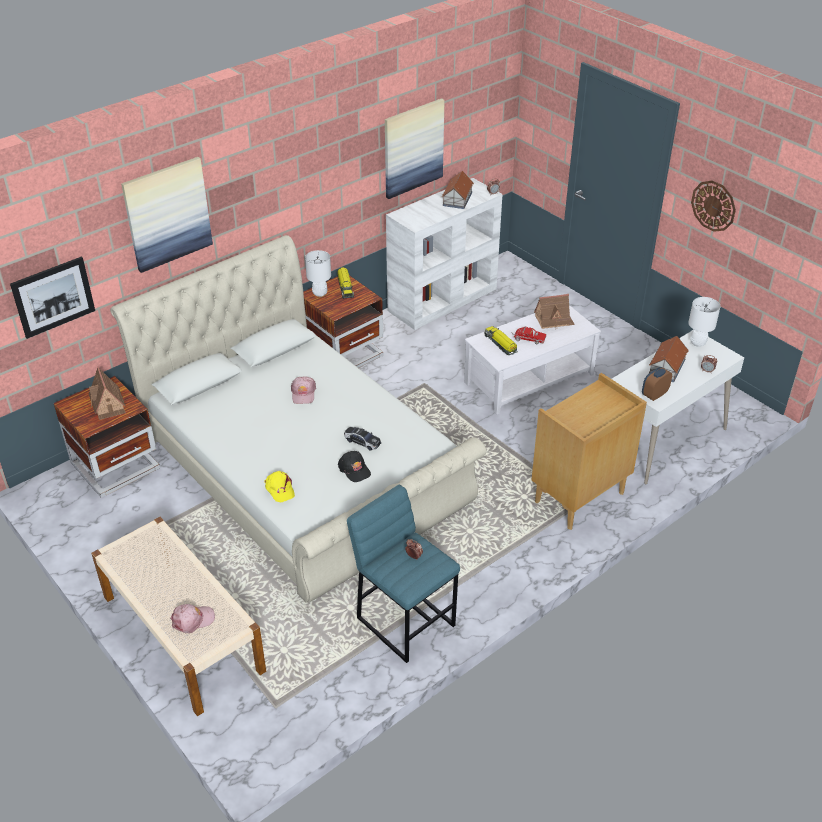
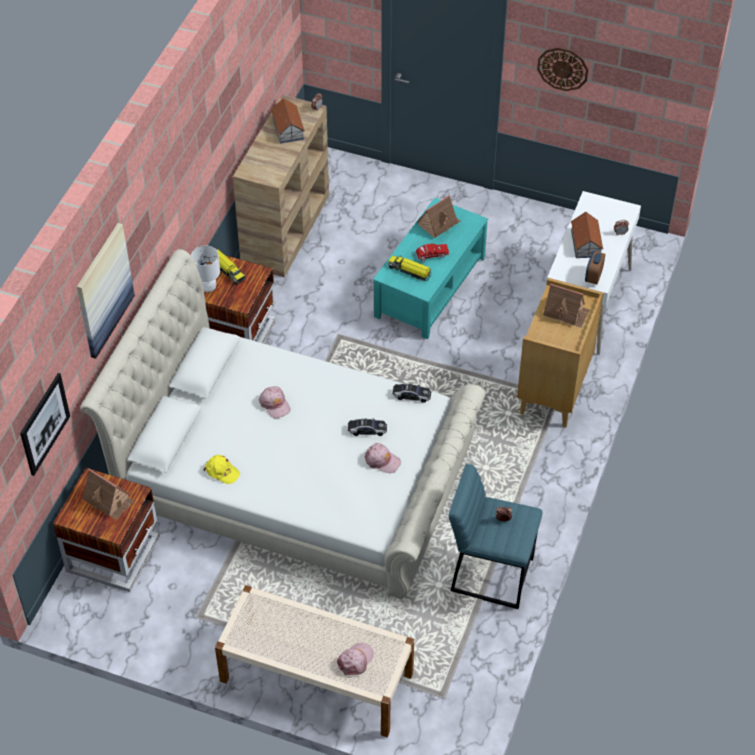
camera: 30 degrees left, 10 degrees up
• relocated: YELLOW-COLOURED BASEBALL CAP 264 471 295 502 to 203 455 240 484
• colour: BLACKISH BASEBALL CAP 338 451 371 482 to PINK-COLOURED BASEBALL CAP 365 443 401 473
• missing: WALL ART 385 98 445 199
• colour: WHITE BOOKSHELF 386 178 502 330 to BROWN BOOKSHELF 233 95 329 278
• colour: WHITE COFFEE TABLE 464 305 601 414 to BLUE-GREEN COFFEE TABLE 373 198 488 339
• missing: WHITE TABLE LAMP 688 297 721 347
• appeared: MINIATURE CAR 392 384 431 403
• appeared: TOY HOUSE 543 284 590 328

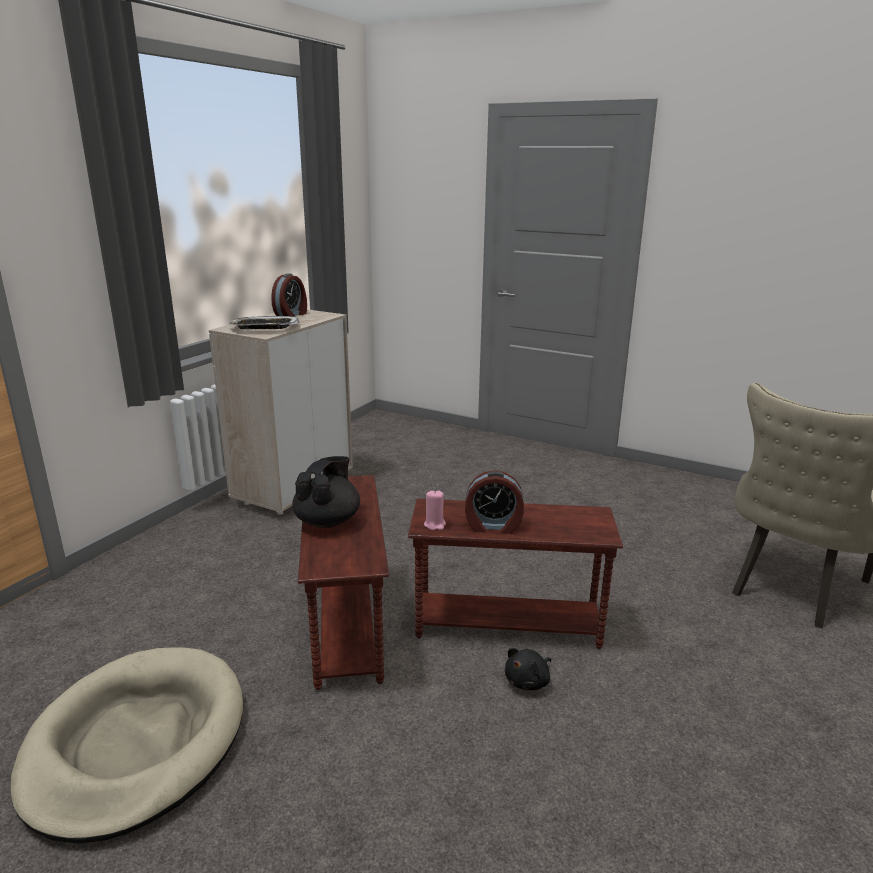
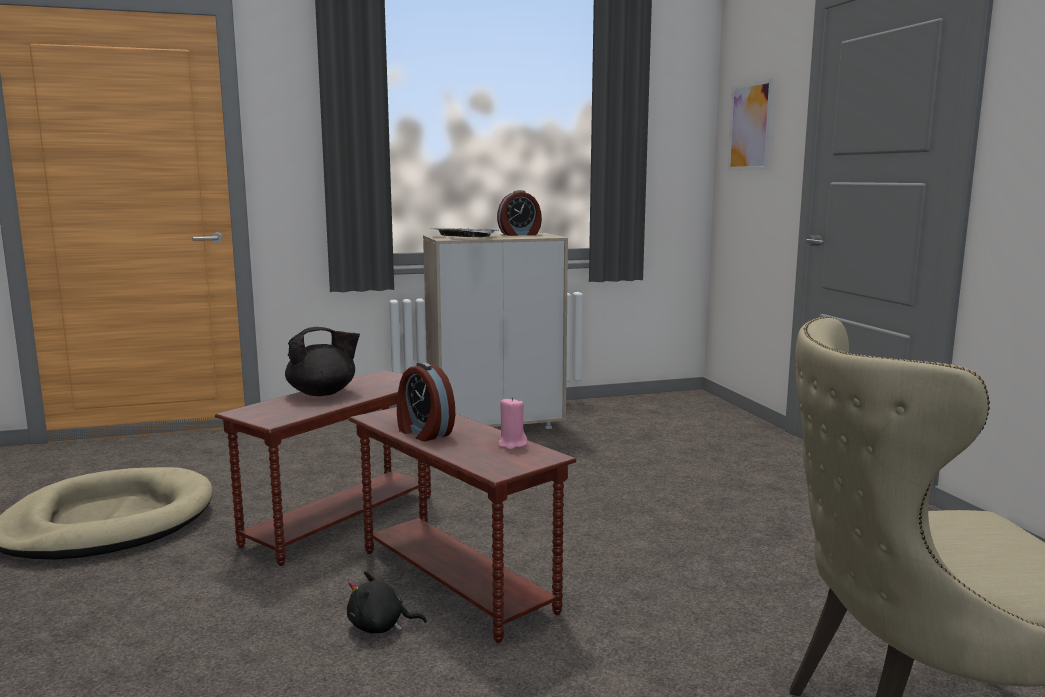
camera: 45 degrees right, 10 degrees down
• relocated: PINK-COLOURED CANDLE 424 490 446 530 to 498 397 528 450
• appeared: WALL ART 728 78 774 171

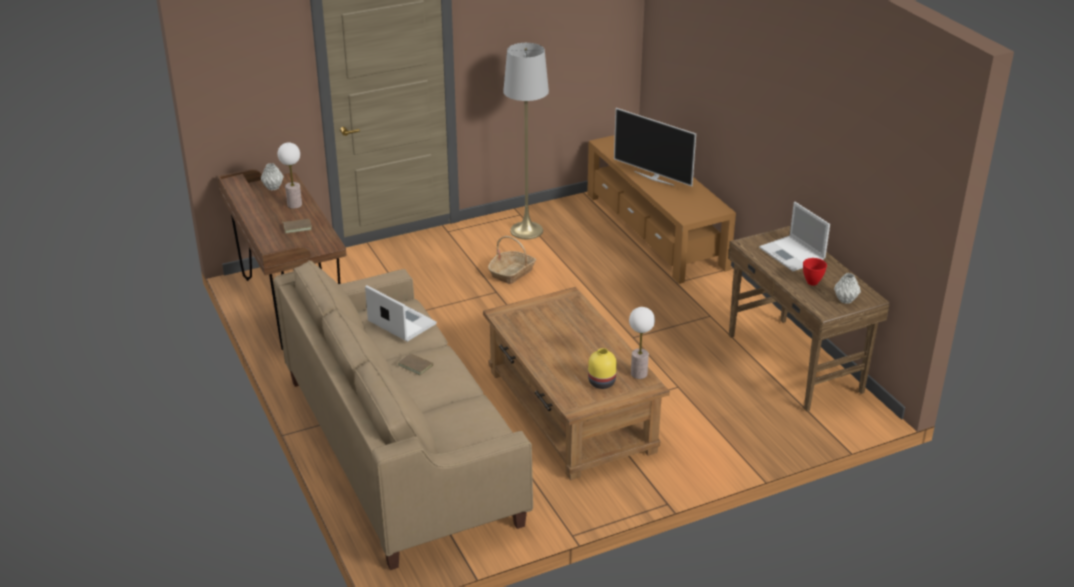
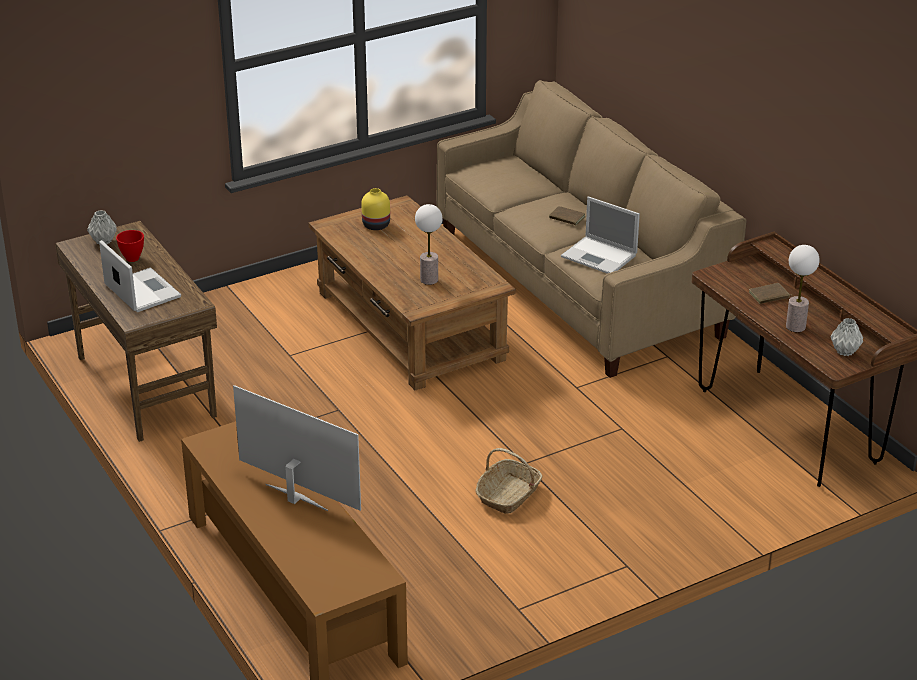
camera: 175 degrees right, 0 degrees up
• missing: GREYISH STANDING LAMP 503 43 549 239
• relocated: TABLE LAMP 629 307 655 379 to 415 204 443 285

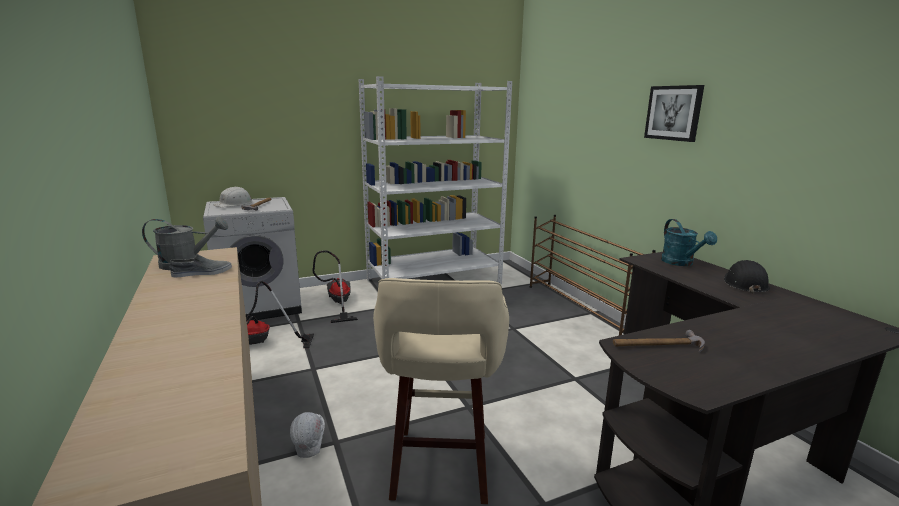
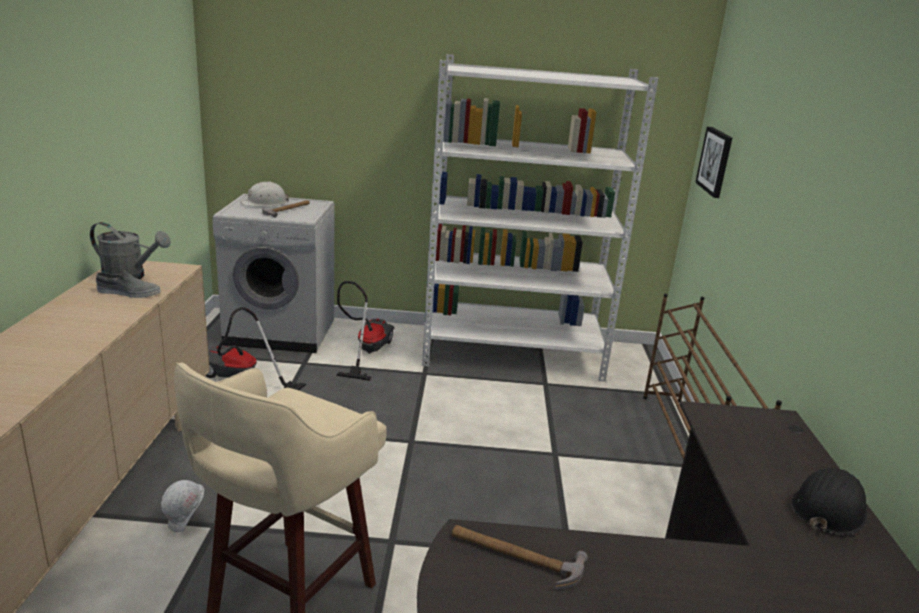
camera: 25 degrees right, 5 degrees up
• relocated: WALL ART 644 85 704 142 to 695 127 733 198
• missing: BLUE-GREEN WATERING CAN 661 219 717 266

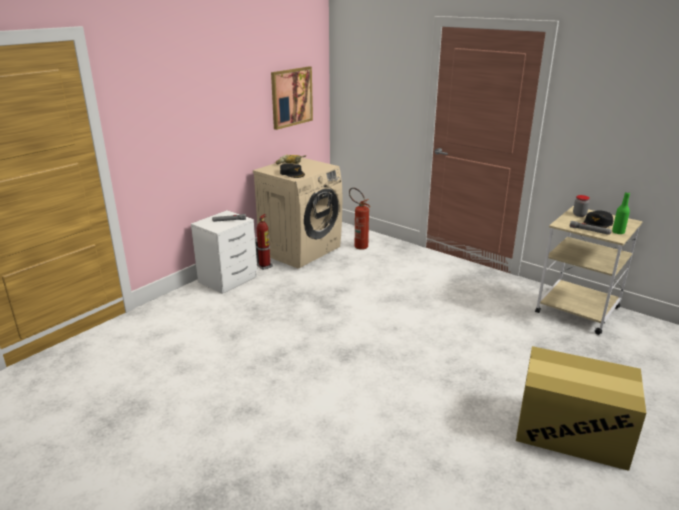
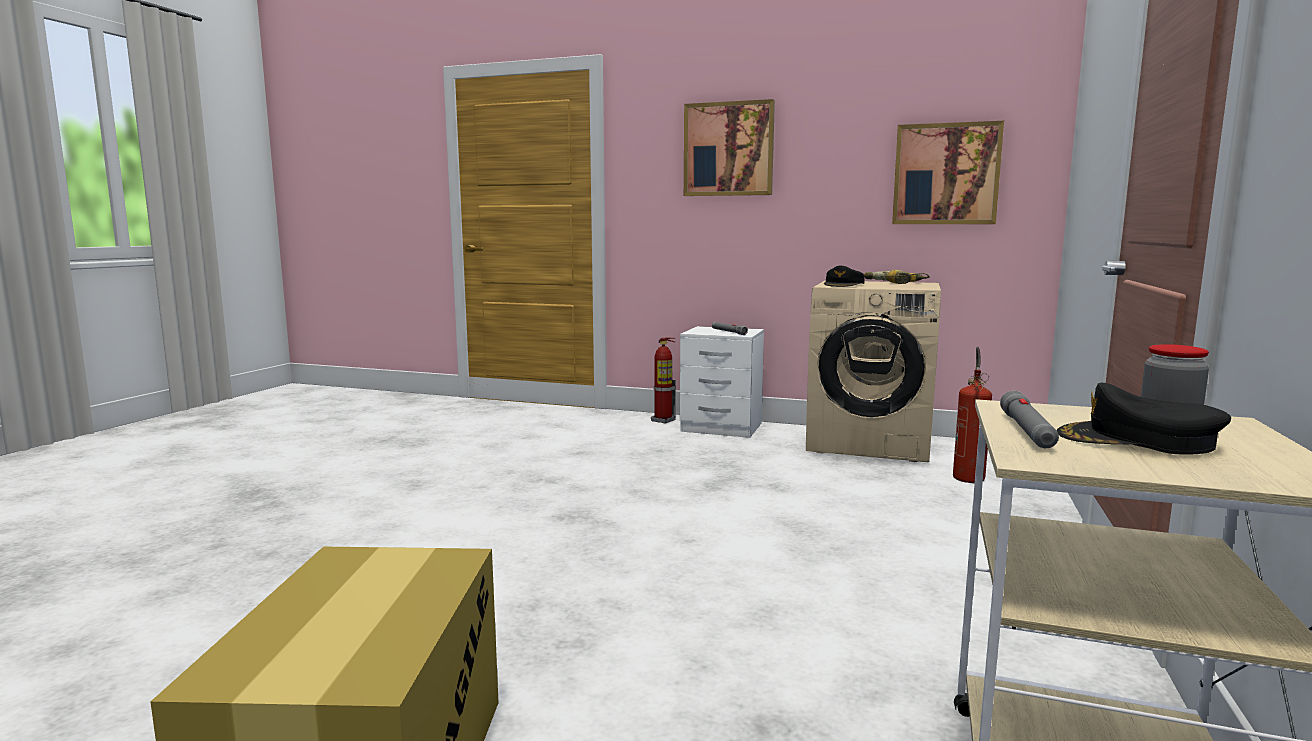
camera: 70 degrees right, 15 degrees down
• relocated: FIRE-FIGHTING CYLINDER 255 214 273 270 to 651 337 676 424
• missing: GREENISH BOTTLE 612 192 630 234
• appeared: WALL ART 684 99 775 196

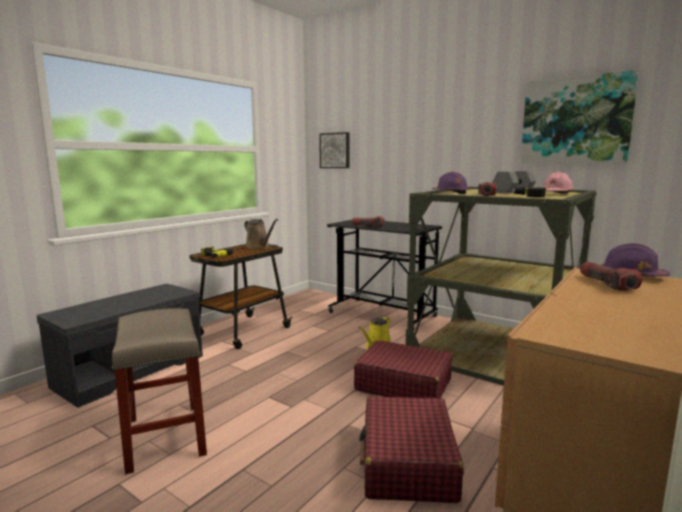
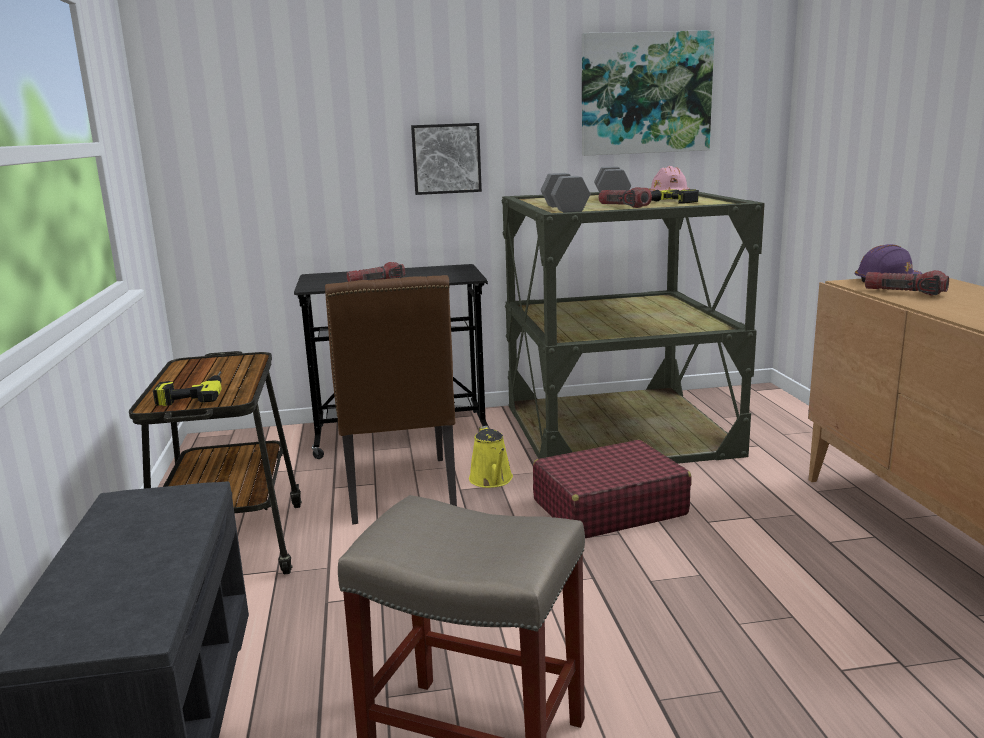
camera: 45 degrees left, 5 degrees up
• missing: BROWN WATERING CAN 244 219 278 249
• relocated: WALL ART 319 132 350 168 to 411 123 482 195
• missing: RED-COLOURED SUITCASE 359 396 464 503
• exchanged: PURPLE-COLOURED WORK HELMET 432 172 469 194 to GREYISH DUMBBELL 541 173 590 213
• appeared: BROWN CHAIR 325 275 457 524

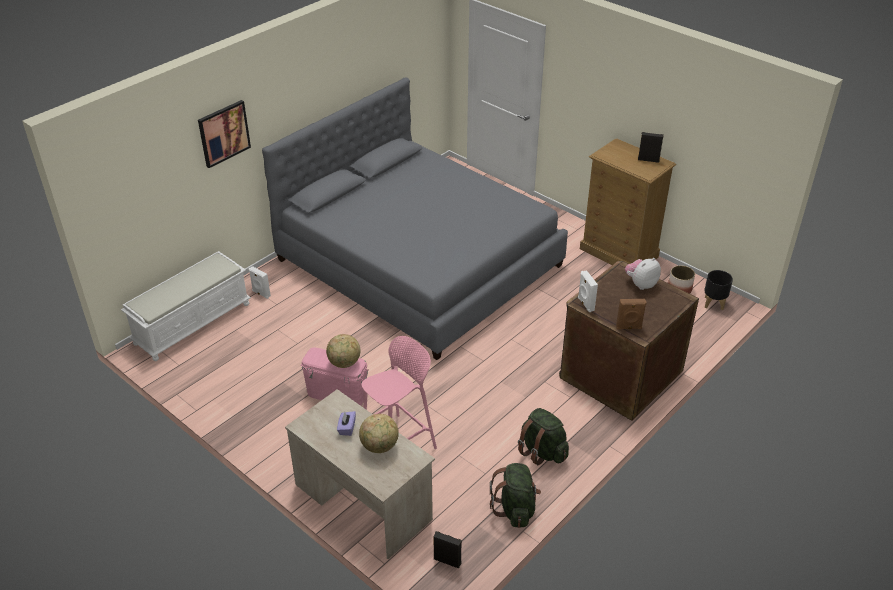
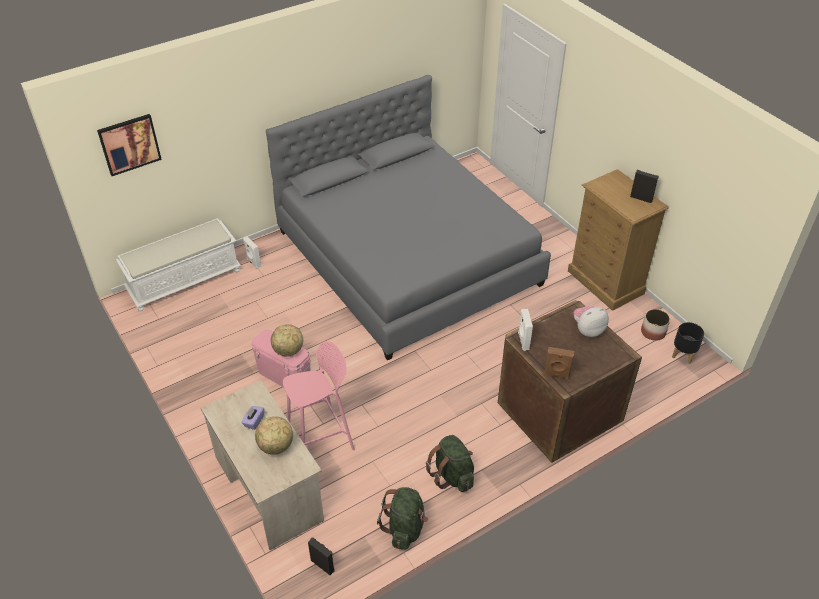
camera: 15 degrees right, 5 degrees up
• relocated: WALL ART 198 100 251 168 to 97 114 162 176

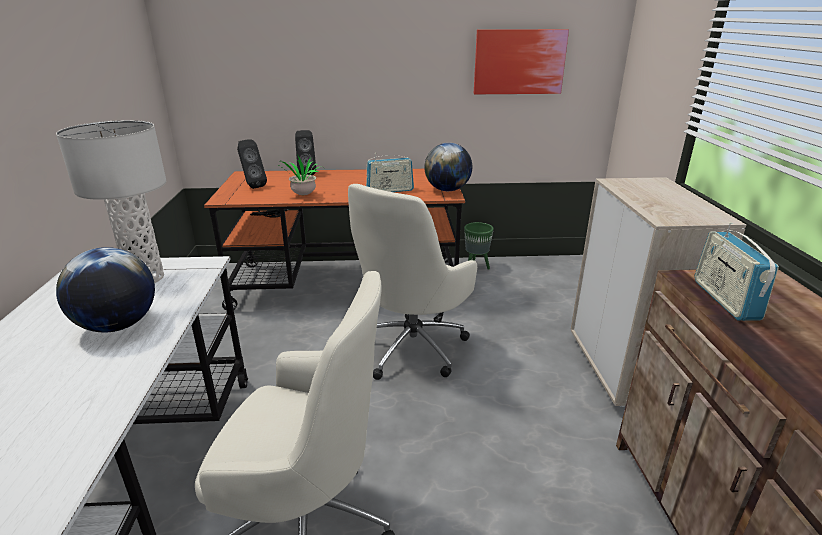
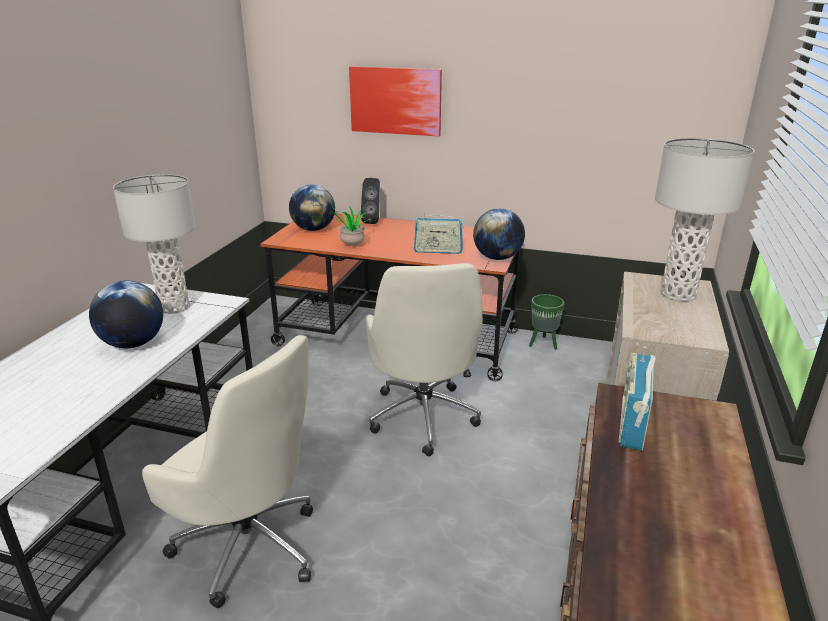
camera: 20 degrees right, 0 degrees up
• exchanged: BLACKISH LOUDSPEAKER 237 139 267 189 to DESK GLOBE 289 185 335 231
• spun: BEIGE-COLOURED COMPUTER CHAIR 348 184 477 380 = 366 263 483 456 60 degrees counterclockwise
• relocated: WALL ART 474 29 569 94 to 349 66 442 137
• appeared: WHITE TABLE LAMP 655 138 755 301

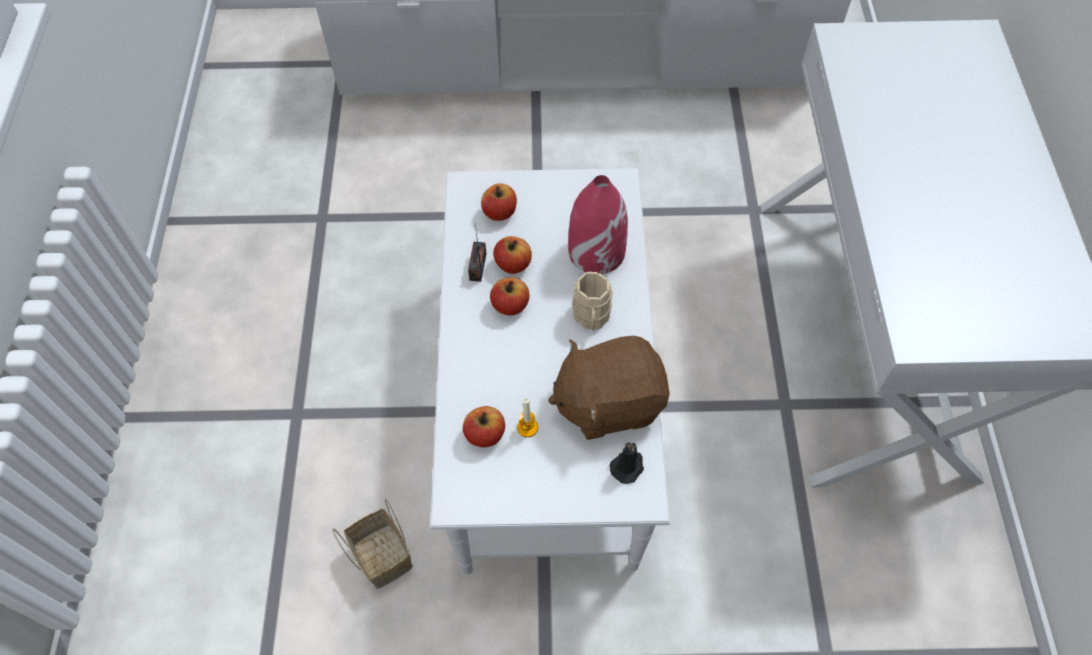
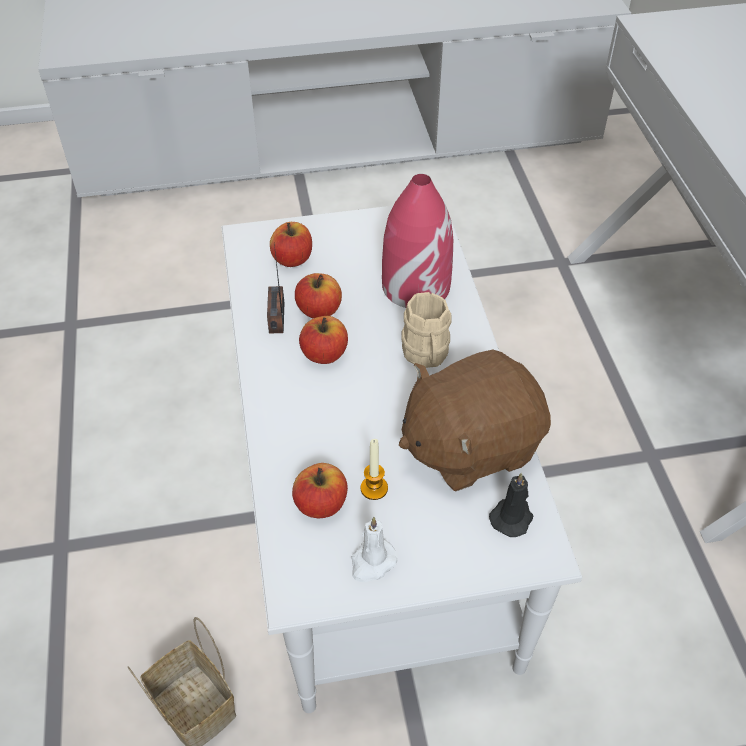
camera: 10 degrees left, 10 degrees down
• appeared: WHITE CANDLE 351 517 398 582

